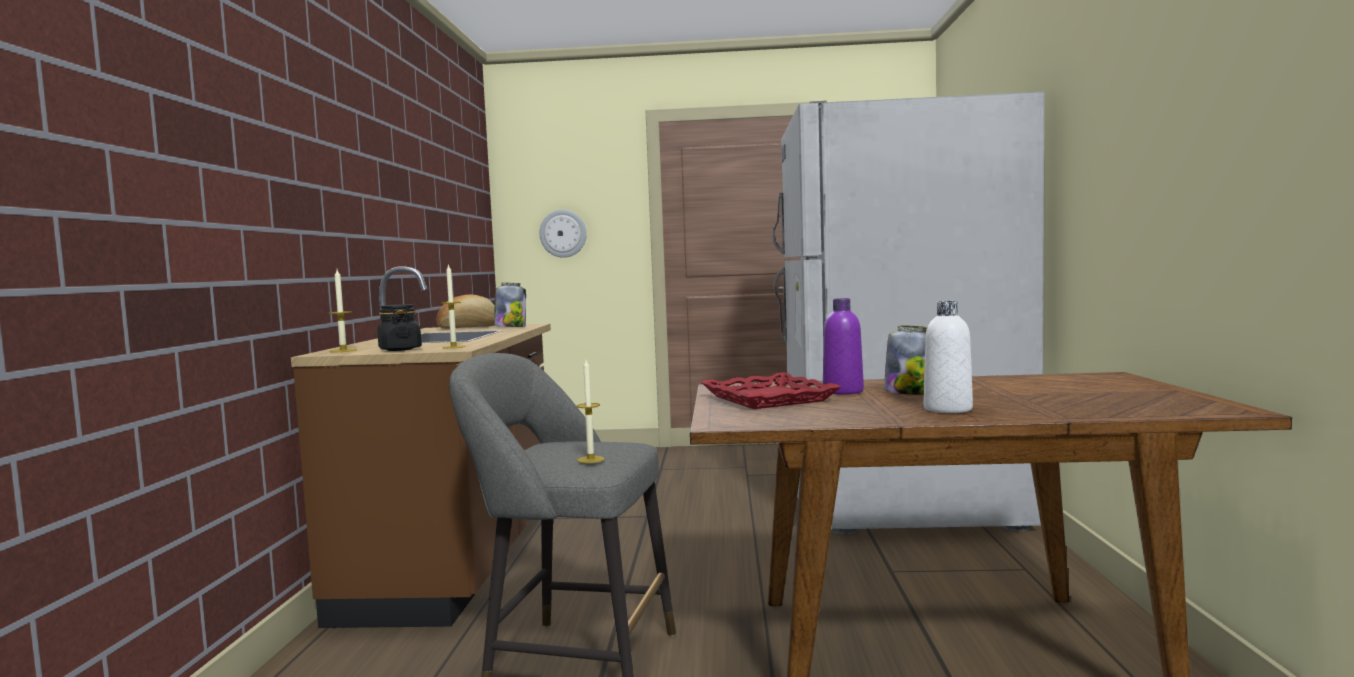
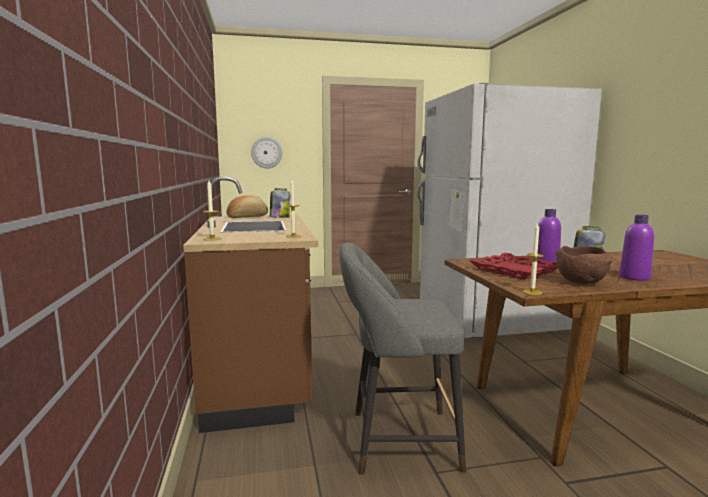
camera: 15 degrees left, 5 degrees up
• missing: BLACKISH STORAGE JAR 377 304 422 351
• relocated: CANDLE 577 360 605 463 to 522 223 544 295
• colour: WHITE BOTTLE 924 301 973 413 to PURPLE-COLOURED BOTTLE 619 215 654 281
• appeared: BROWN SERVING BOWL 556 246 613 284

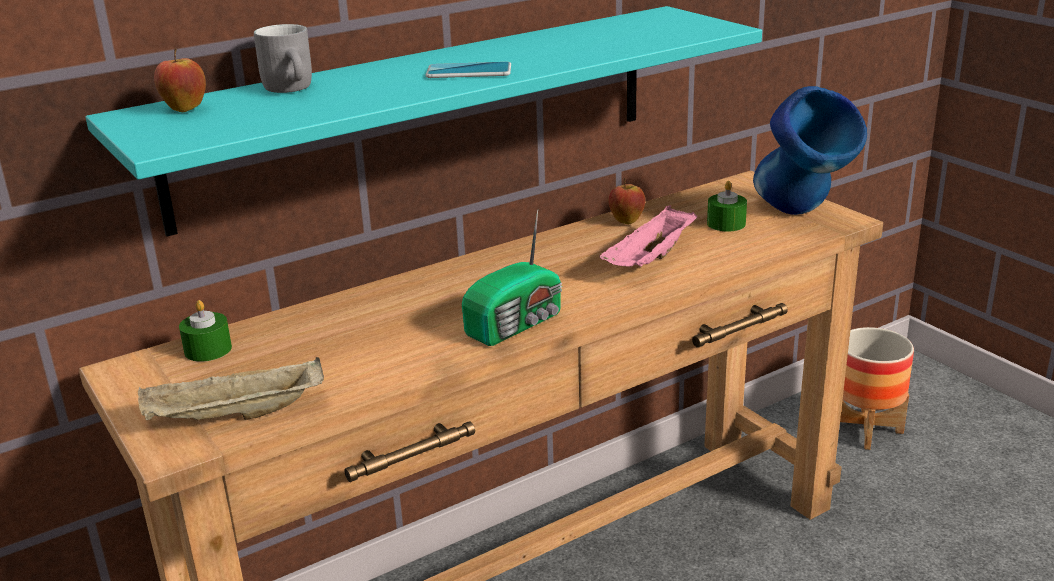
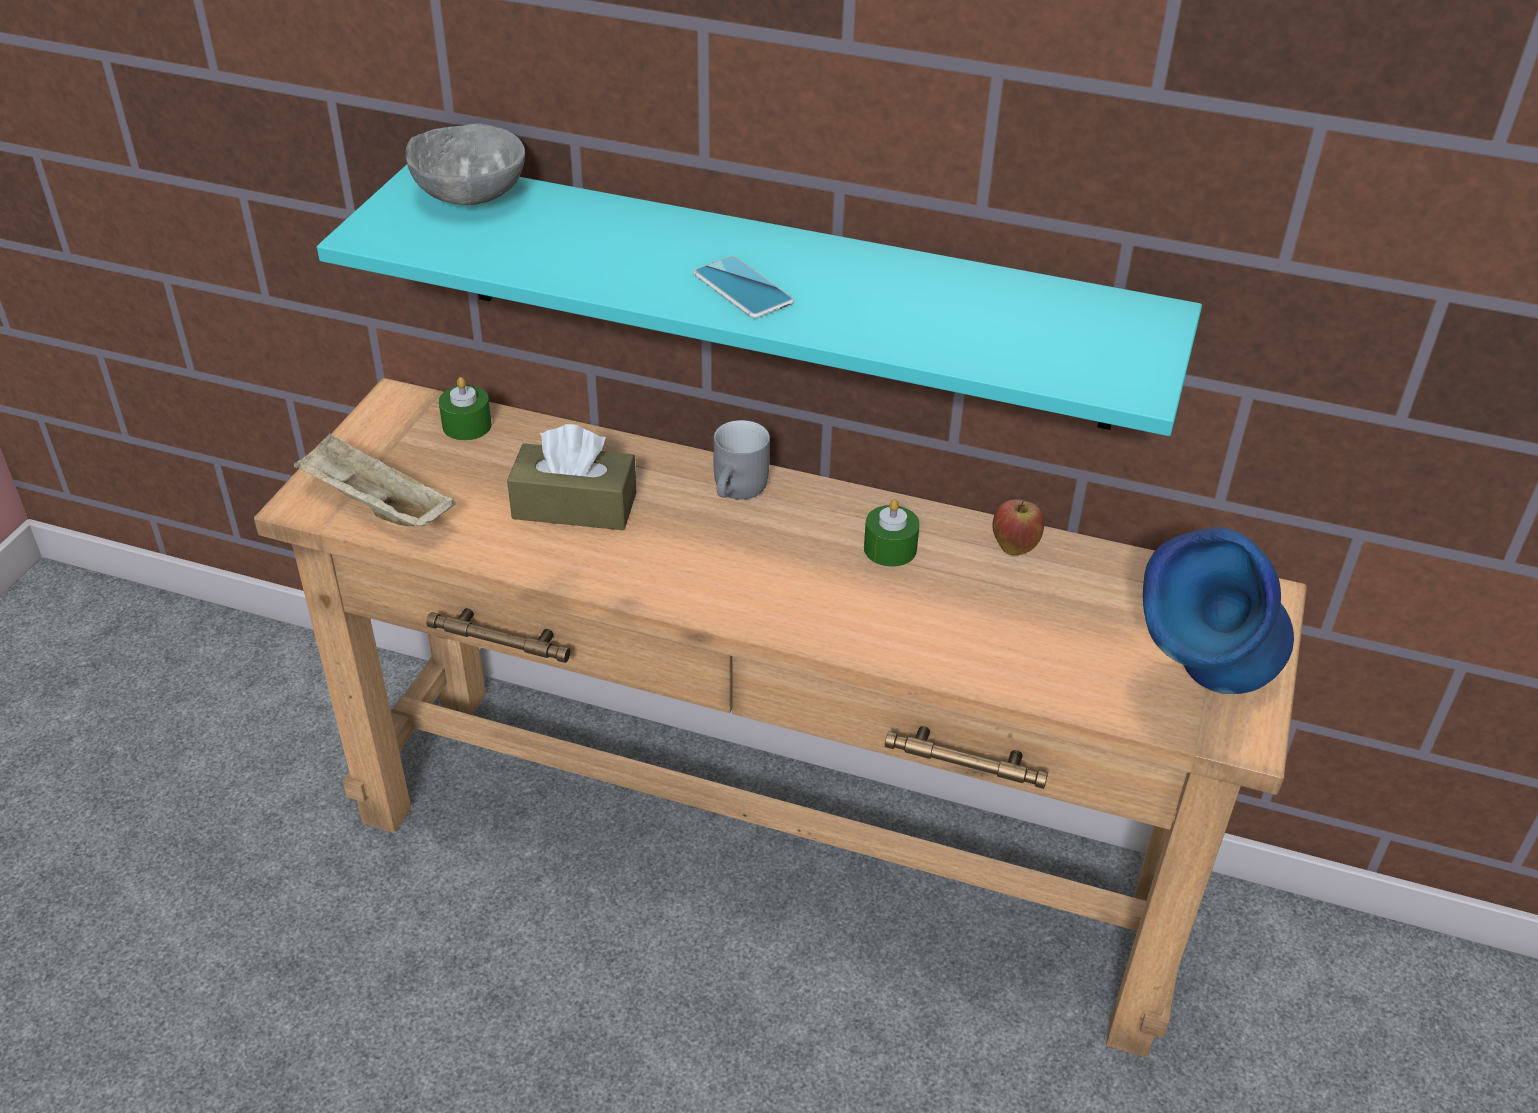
camera: 50 degrees right, 15 degrees up
• exchanged: WHOLE APPLE 154 48 206 112 to GREYISH SERVING BOWL 406 123 525 205
• relocated: GREYISH COFFEE MUG 254 24 312 93 to 714 420 770 500
• missing: RADIO RECEIVER 462 209 562 346
• missing: PINK-COLOURED SERVING TRAY 599 205 697 267
• relocated: GREENISH CANDLE 707 181 747 232 to 864 499 920 567
• missing: PLANT POT 840 327 914 450
• appeared: BROWN TISSUE BOX 507 424 636 530

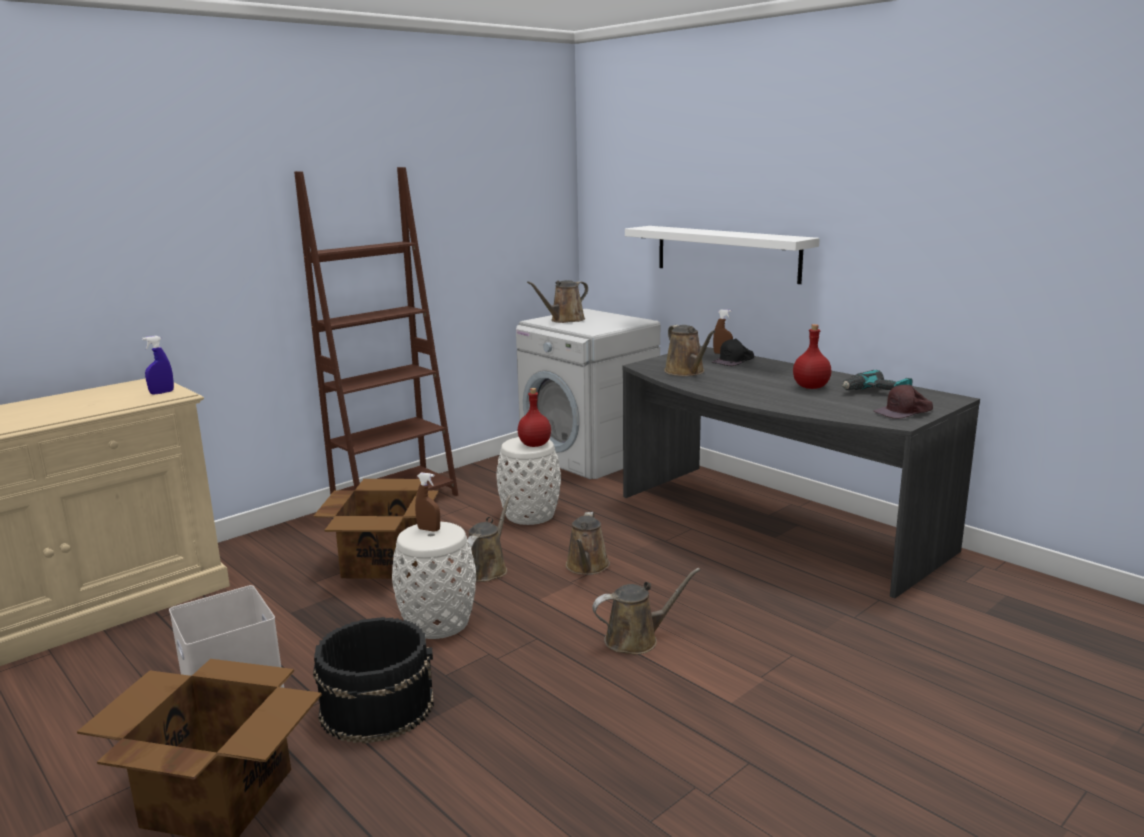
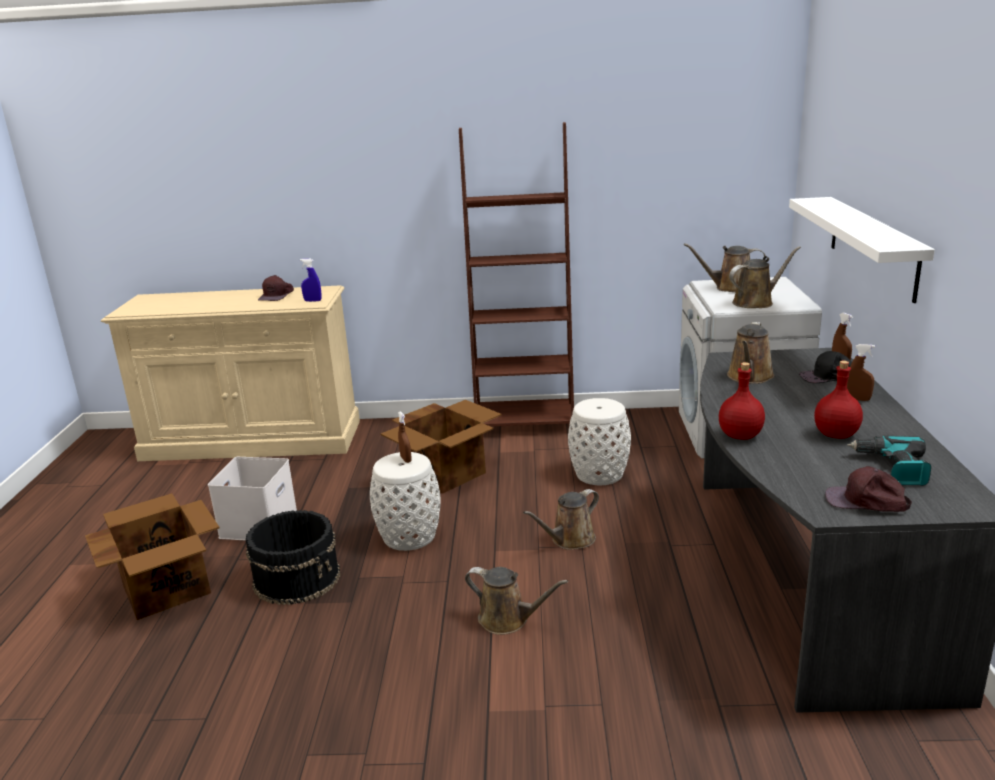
camera: 45 degrees right, 5 degrees up
• relocated: BROWN WATERING CAN 467 495 511 582 to 729 246 801 308
• relocated: RED-COLOURED BOTTLE 518 388 551 447 to 719 362 765 440
• appeared: BROWN BASEBALL CAP 258 275 294 301
• appeared: BROWN SPRAYER 847 344 875 401

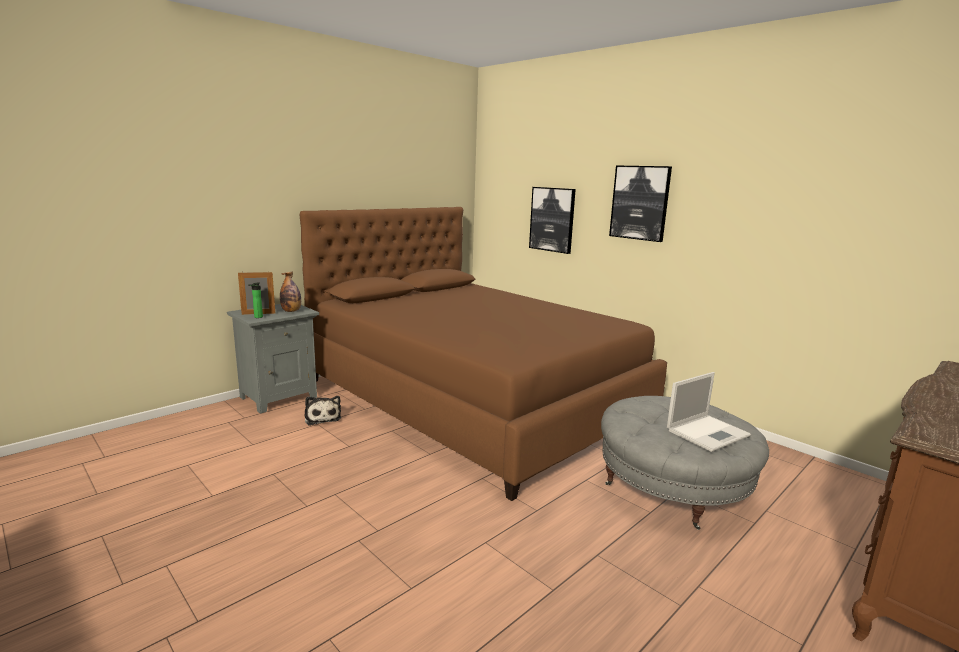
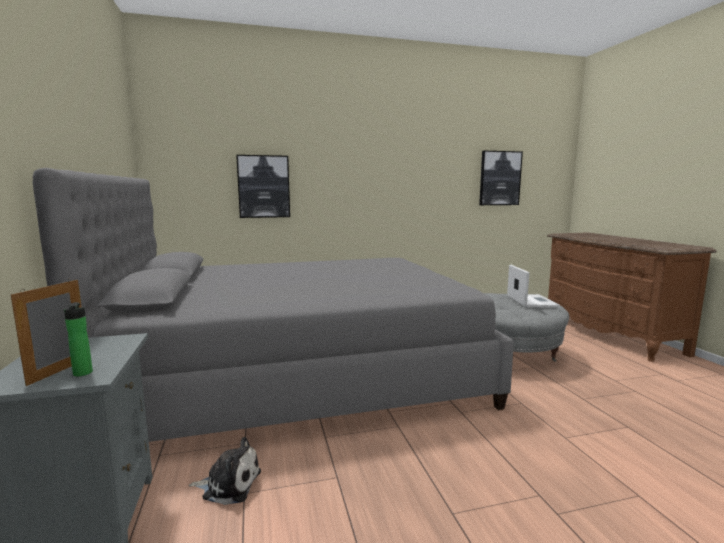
camera: 60 degrees left, 5 degrees down
• missing: BOTTLE 280 272 301 312
• colour: BROWN BEDROOM BED 300 207 667 501 to GREYISH BEDROOM BED 33 168 514 442
• relocated: WALL ART 609 165 672 242 to 479 151 523 205

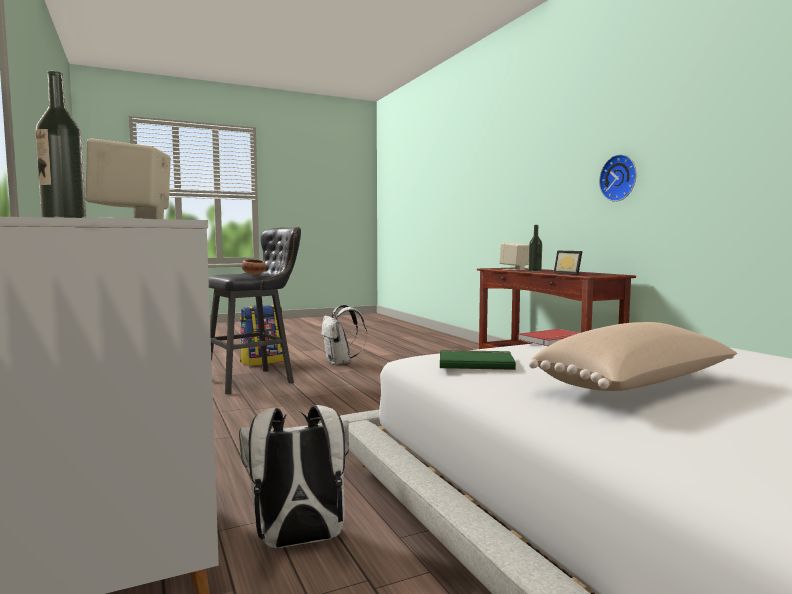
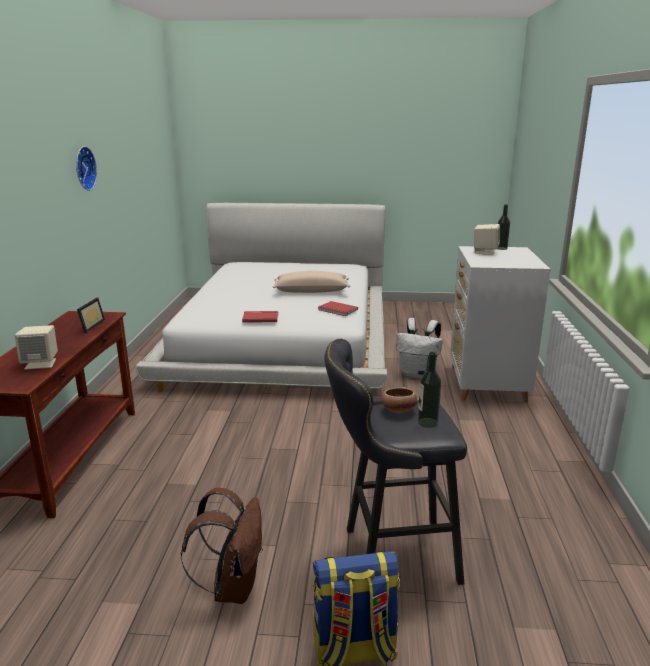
camera: 150 degrees left, 15 degrees up
• colour: WHITE KNAPSACK 321 305 367 365 to BROWN KNAPSACK 181 488 263 604
• colour: GREENISH BOOK 440 350 516 370 to RED-COLOURED BOOK 319 301 358 316
• relocated: BOTTLE 529 225 542 272 to 418 352 442 428
• relocated: WALL CLOCK 599 154 637 202 to 76 146 97 191

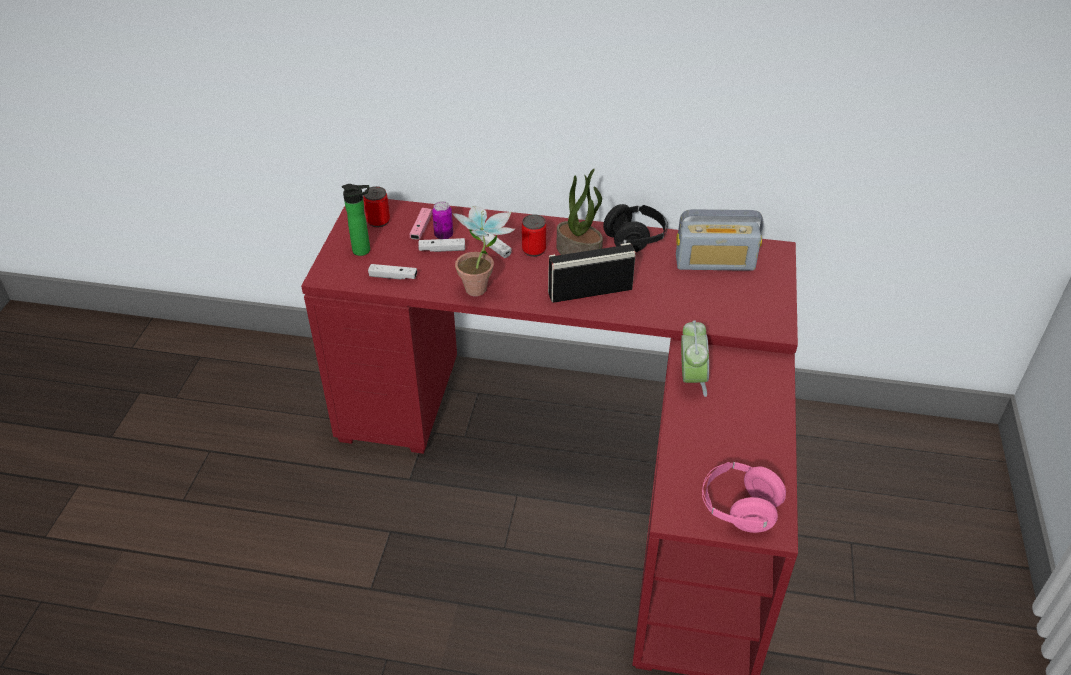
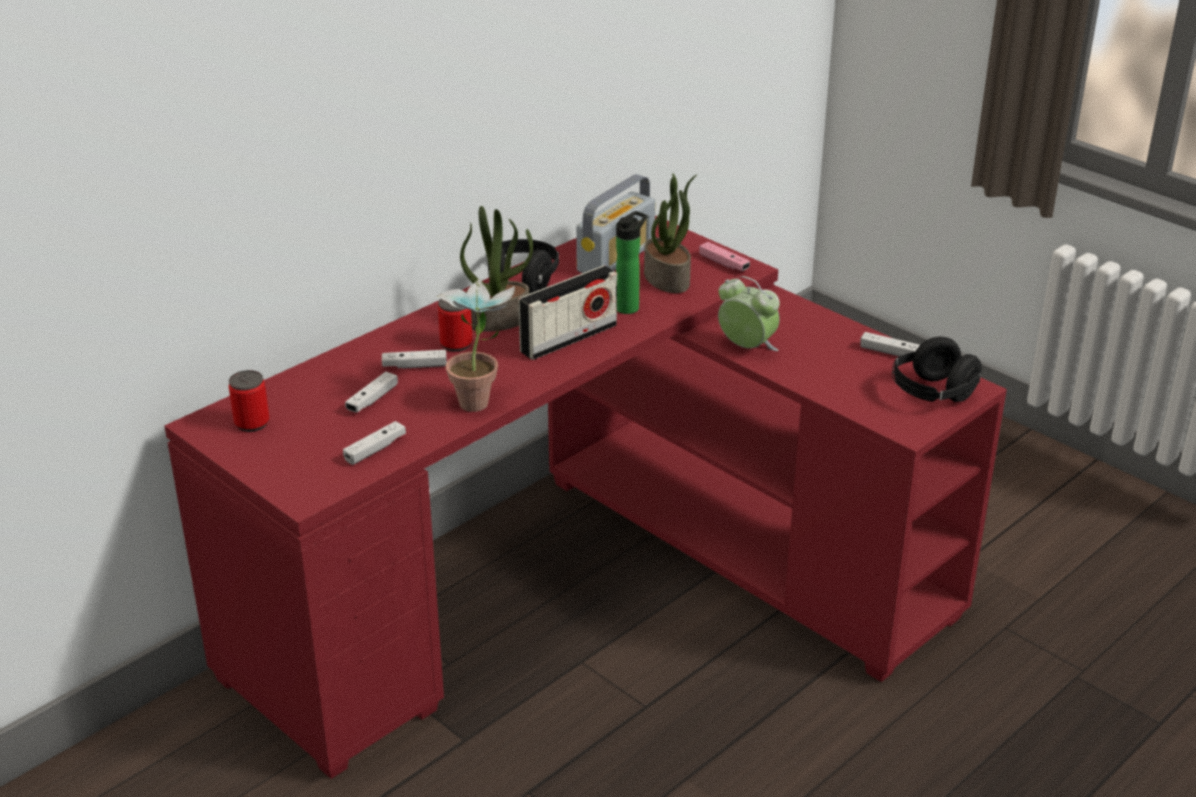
camera: 55 degrees left, 10 degrees down
• relocated: BOTTLE 342 184 370 256 to 616 211 647 314
• relocated: PINK-COLOURED GAME CONTROLLER 410 208 432 240 to 699 242 750 271
• missing: CAN 432 201 453 239
• spun: RADIO RECEIVER 548 243 636 303 = 518 265 617 360 150 degrees counterclockwise
• colour: PINK-COLOURED HEADPHONES 702 462 786 533 to BLACKISH HEADPHONES 892 337 982 402
• appeared: POTTED PLANT 644 173 697 293
• appeared: WHITE GAME CONTROLLER 860 332 920 357

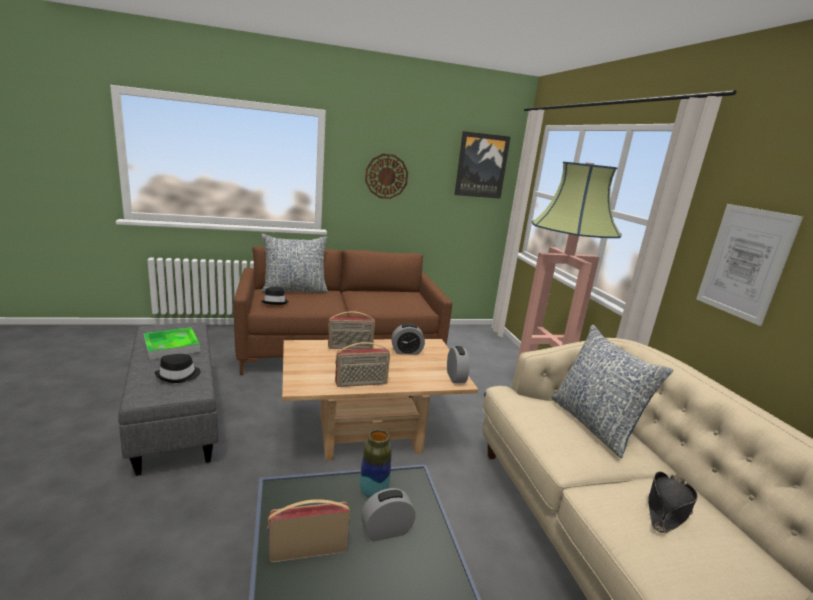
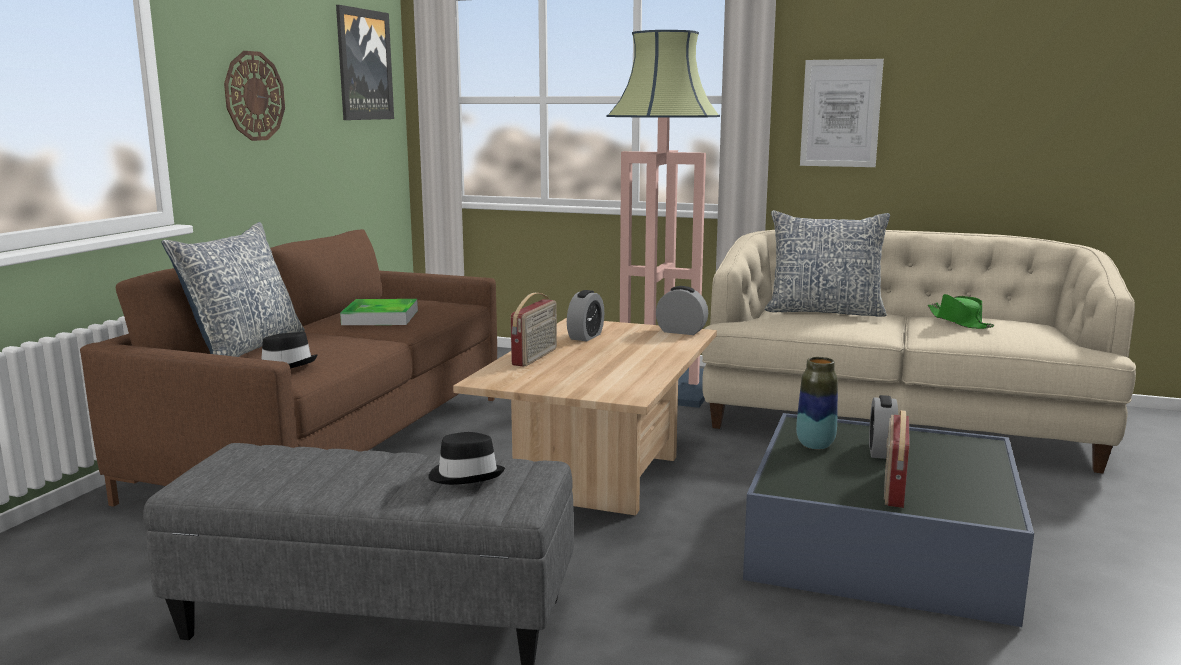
camera: 55 degrees left, 5 degrees down
• relocated: SERVING TRAY 144 327 200 360 to 340 299 418 325
• missing: RADIO RECEIVER 335 342 390 387
• colour: BLACKISH CLOTHING HAT 648 472 697 533 to GREENISH CLOTHING HAT 928 294 994 329

